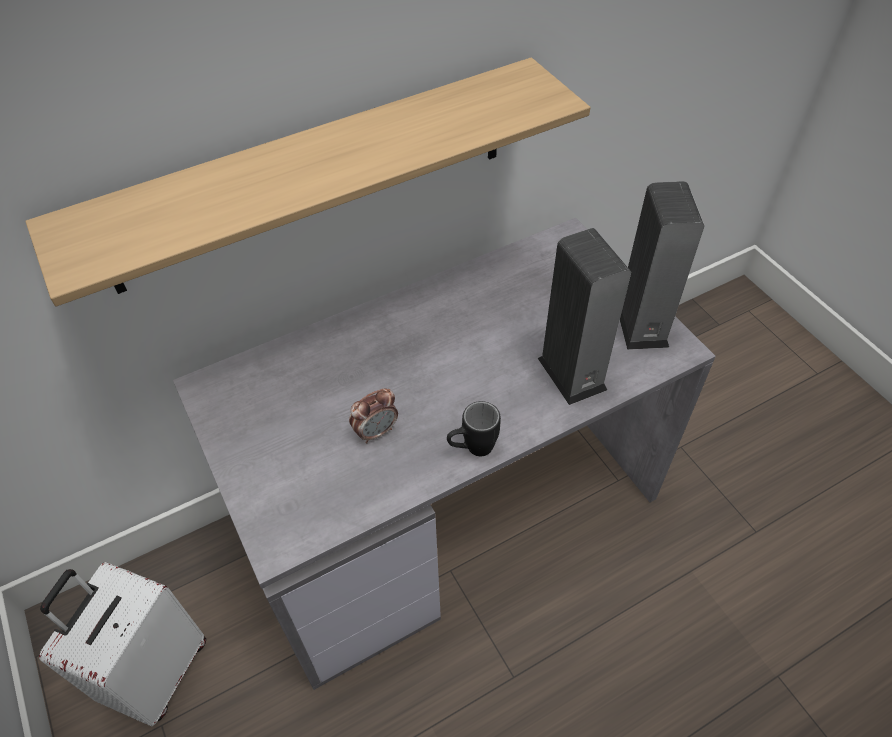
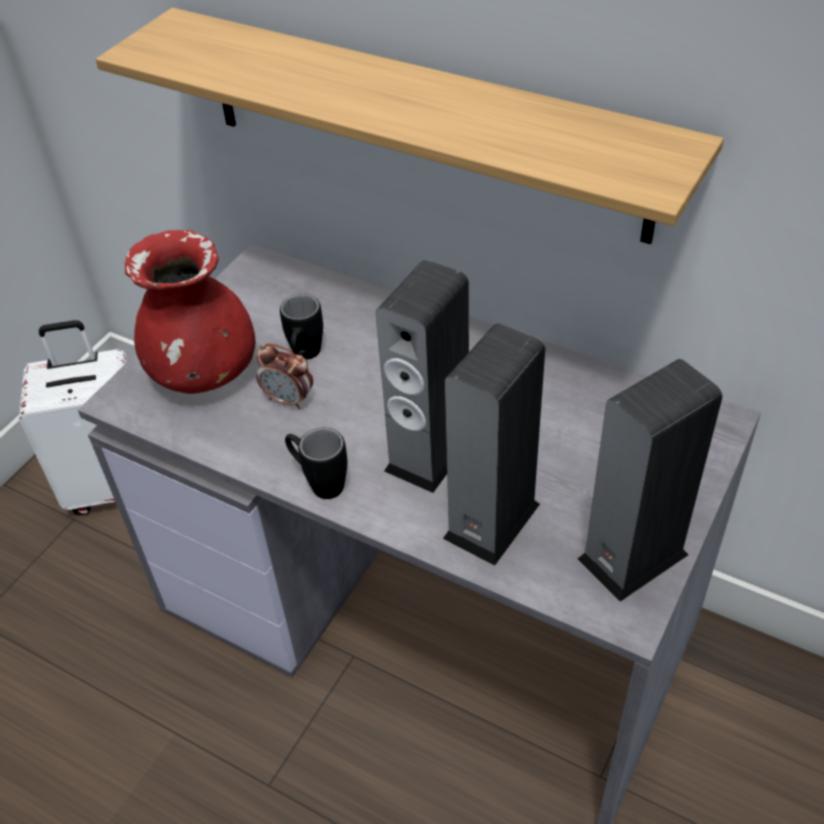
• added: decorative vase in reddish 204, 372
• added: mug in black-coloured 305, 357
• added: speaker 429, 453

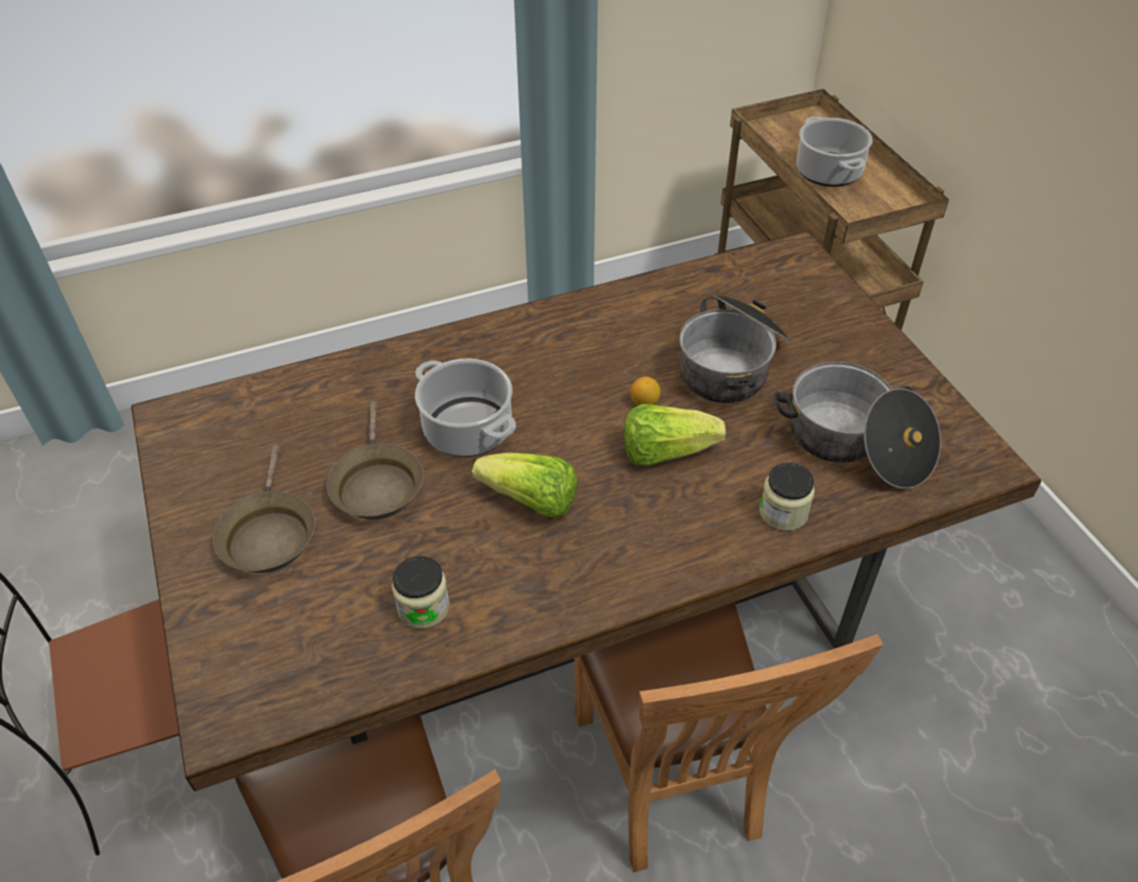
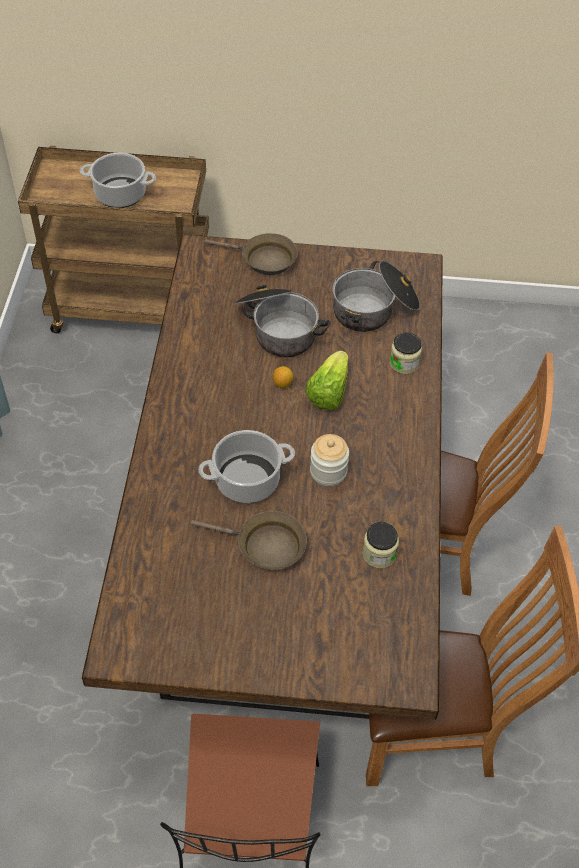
• moved: frying pan in brownish 268, 534 to 264, 259
• replaced: lettuce head 531, 501 to preserve jar 328, 472

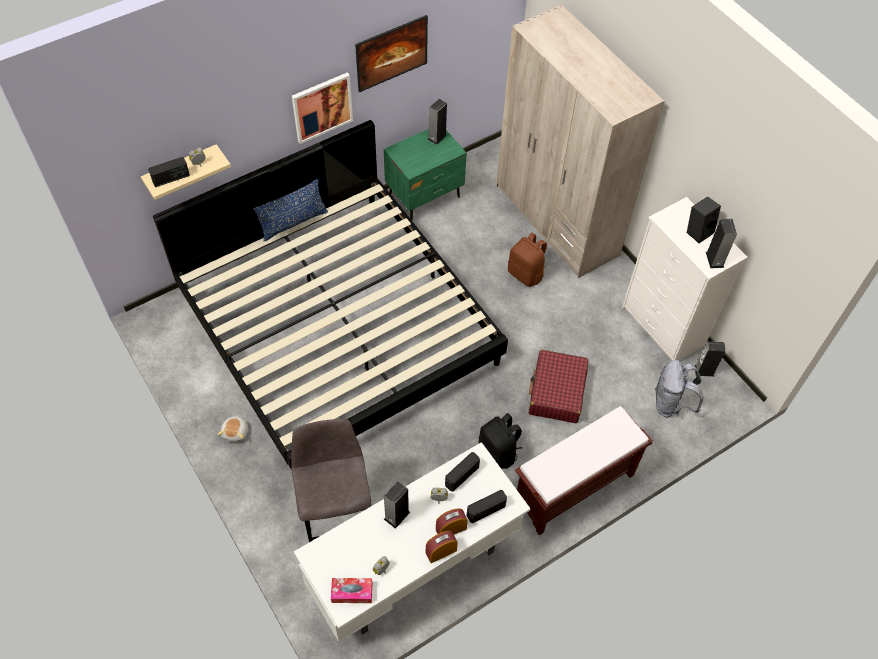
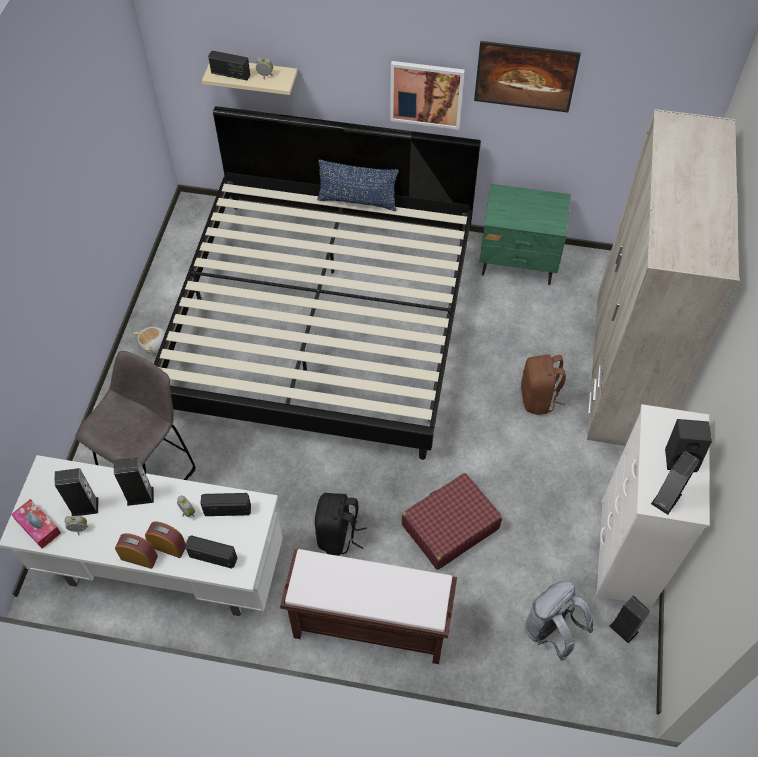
• moved: speaker 437, 137 to 85, 507

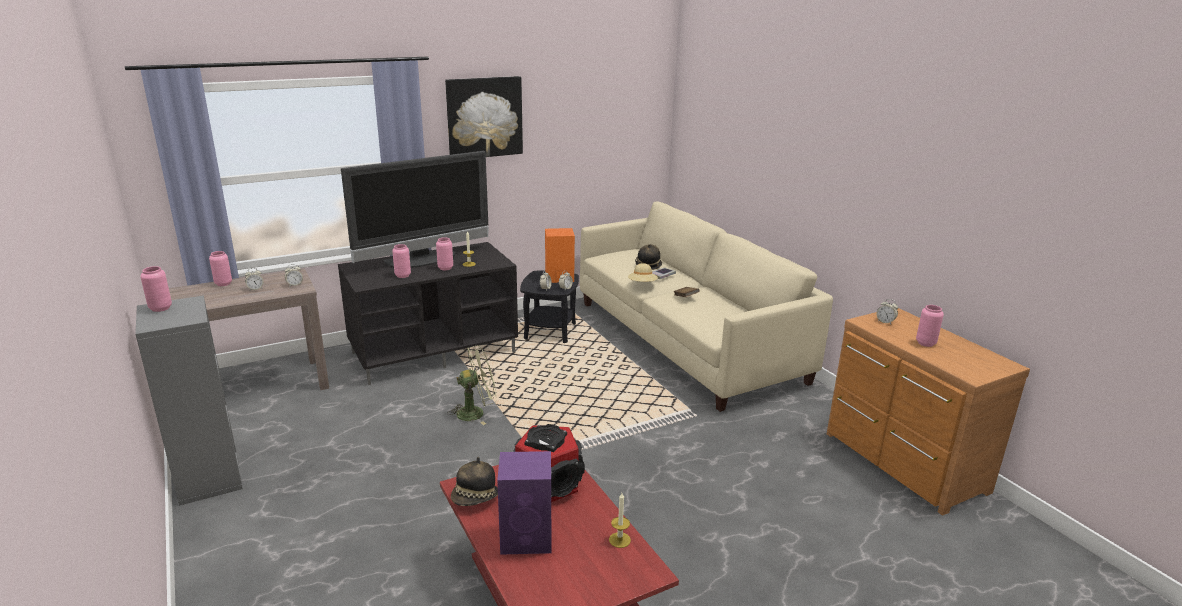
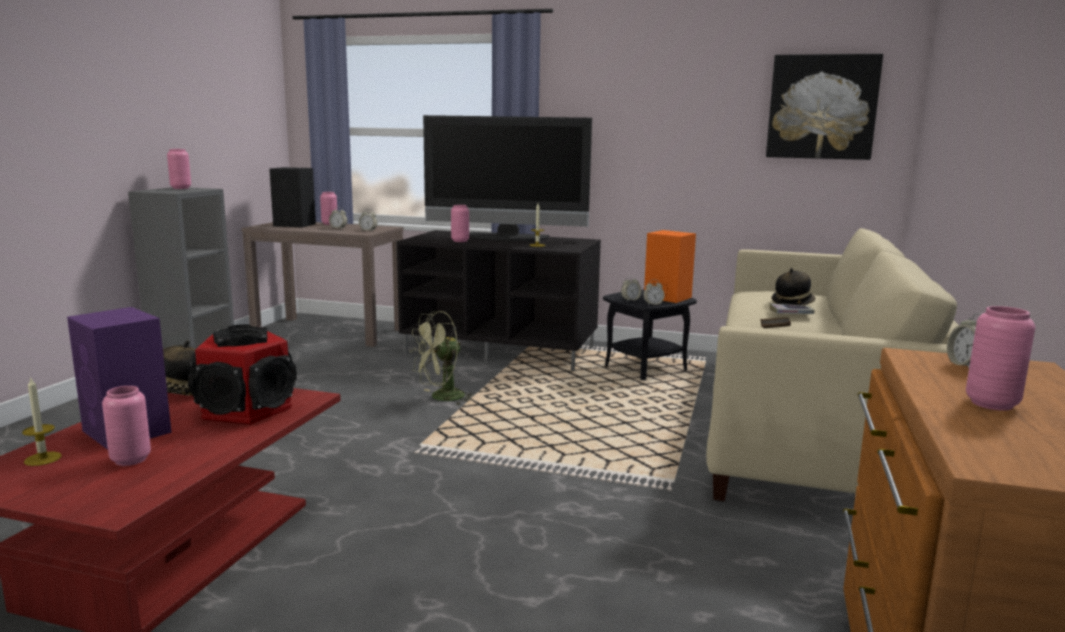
• removed: wearable hat in beige 642, 284
• added: speaker in black-coloured 295, 225
• moved: decorative vase in pink-coloured 445, 268 to 131, 460
• moved: picture 484, 117 to 822, 107
• moved: wax light 619, 540 to 43, 459
• turned: electric fan in greenish 476, 412 = 441, 398 120 degrees clockwise

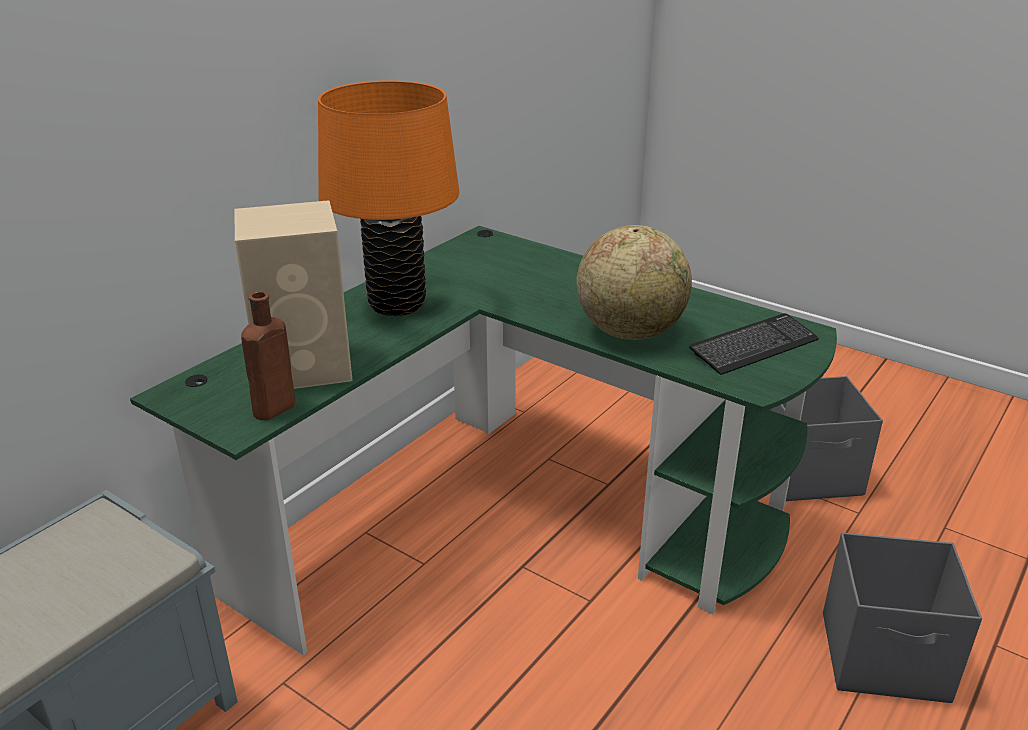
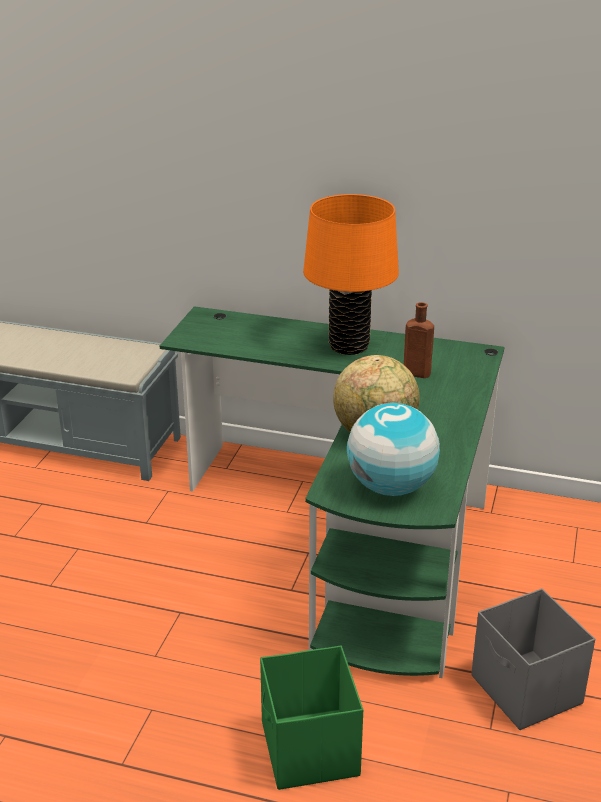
• removed: speaker in beige 306, 366
• moved: beverage bottle in brownish 272, 410 to 414, 373
• replaced: computer keyboard 753, 346 to globe 391, 487
• recoloured: storage bin in greyish 886, 658 to storage bin in greenish 309, 751

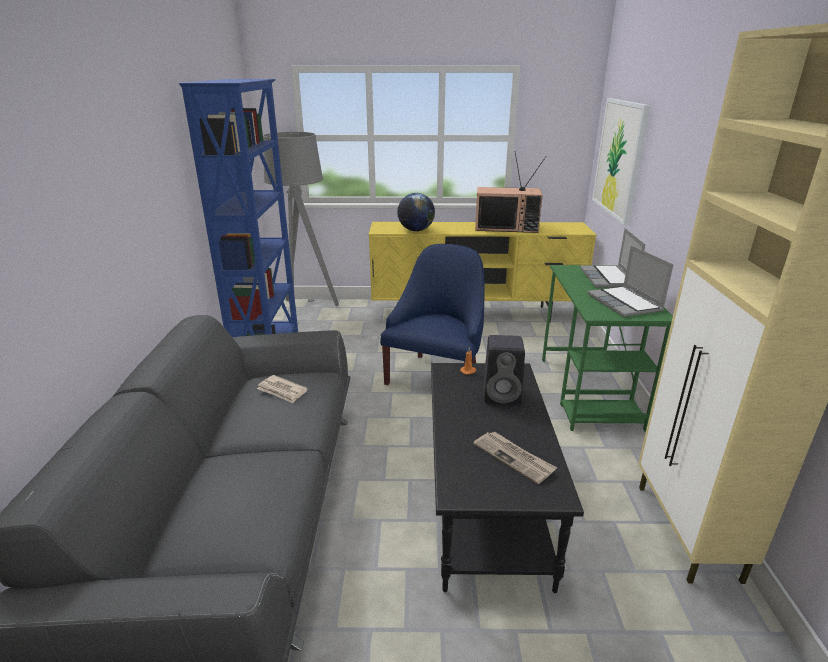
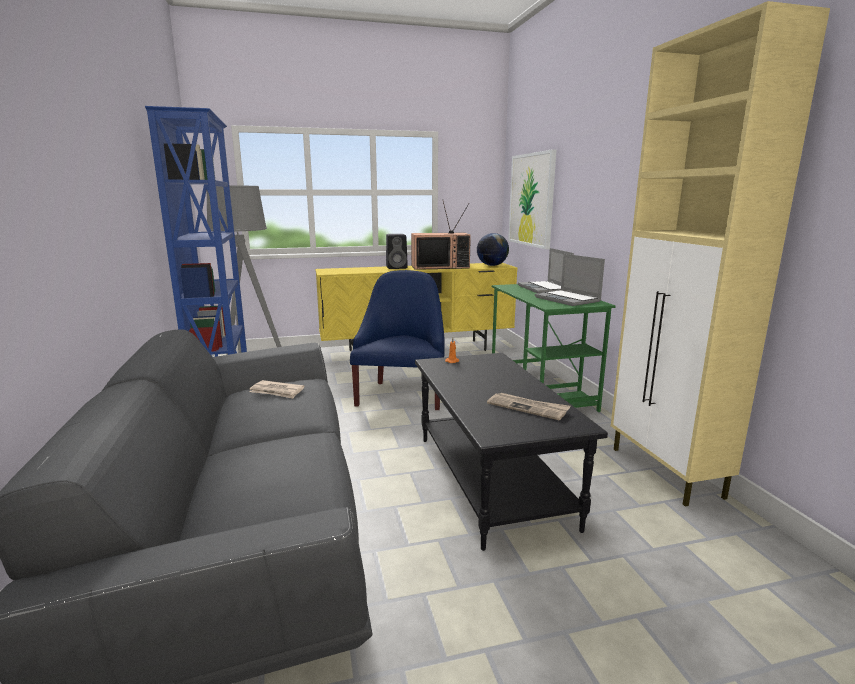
• moved: globe 415, 230 to 492, 265
• moved: speaker in black-coloured 503, 395 to 397, 267

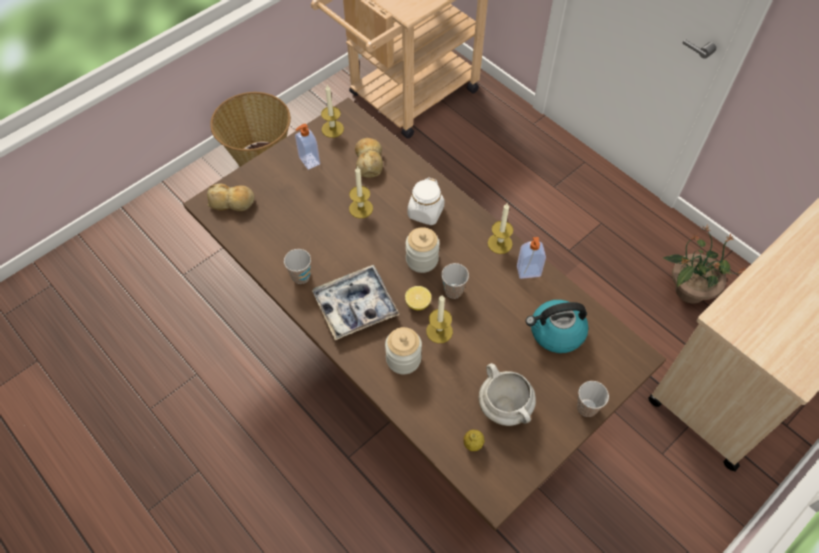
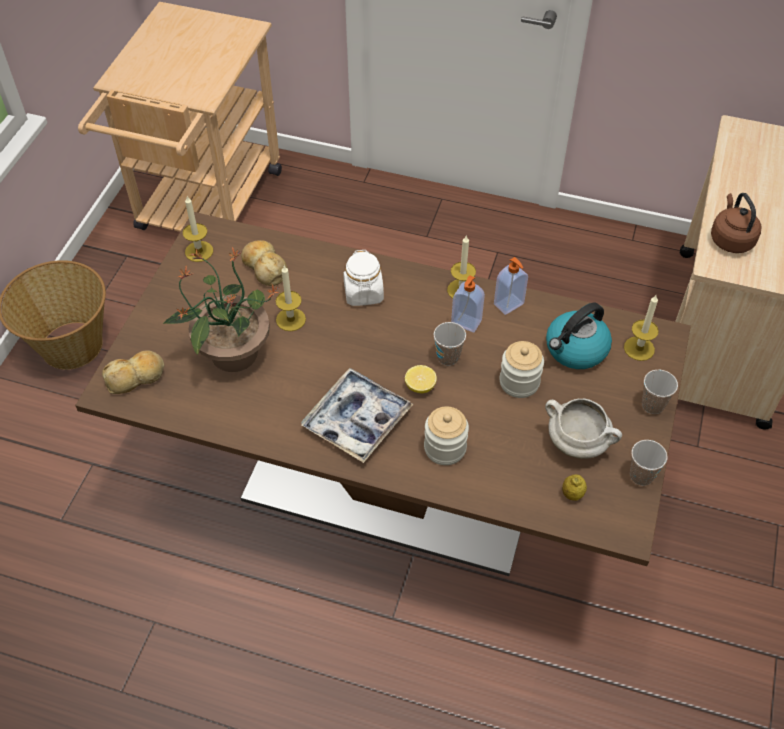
• added: water kettle in brownish 730, 239
• moved: drinking cup 301, 276 to 641, 475
• moved: liquid soap bottle 308, 161 to 465, 323
• moved: preserve jar 422, 259 to 519, 382
• moved: wax light 439, 331 to 639, 348
• moved: potted plant 689, 290 to 232, 353

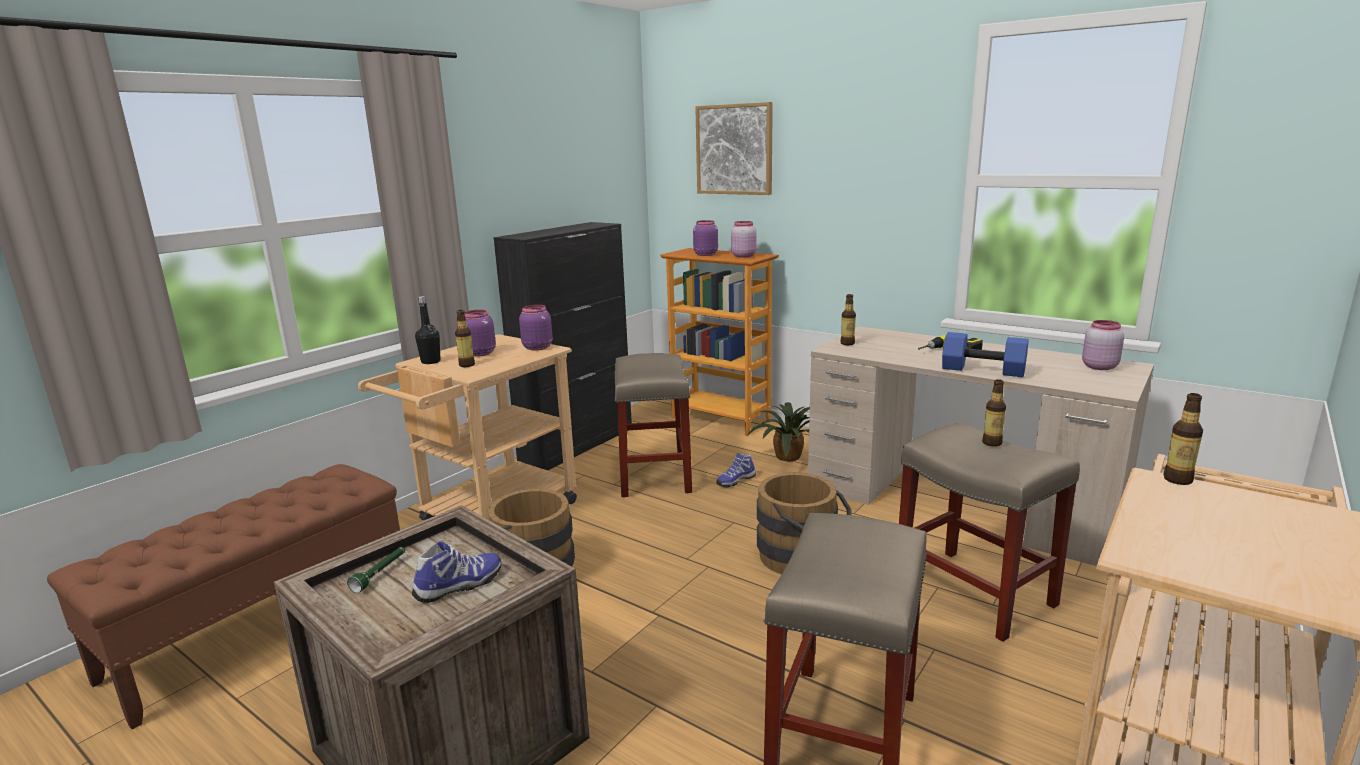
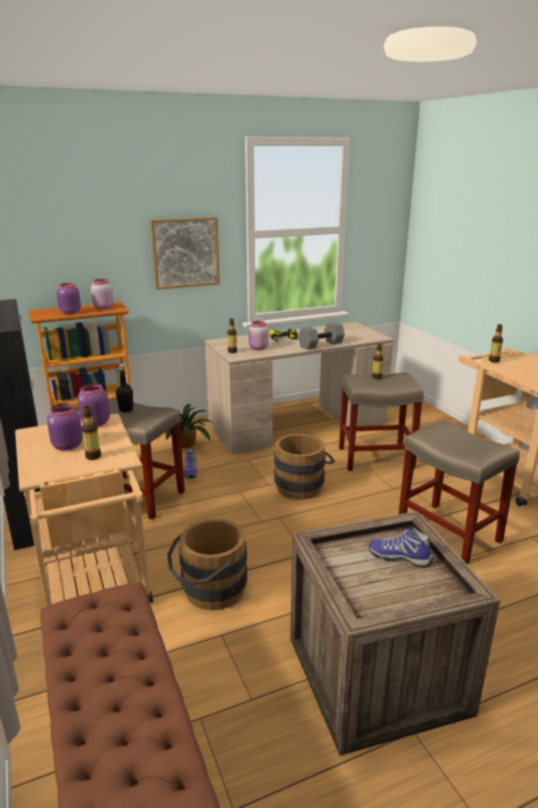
• removed: torch in greenish 380, 574
• moved: beverage bottle in black-coloured 430, 361 to 126, 410
• moved: picture 734, 149 to 185, 253
• moved: preserve jar in pink-coloured 1098, 367 to 258, 348
• recoloured: free weight in bluish 984, 370 to free weight in greyish 321, 344
• turned: shoe 460, 586 = 399, 557 60 degrees counterclockwise

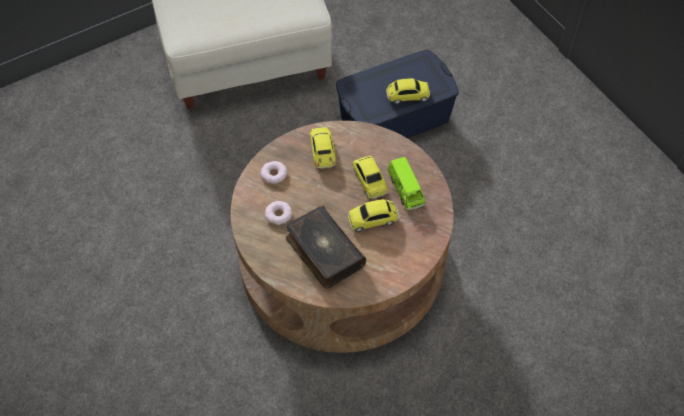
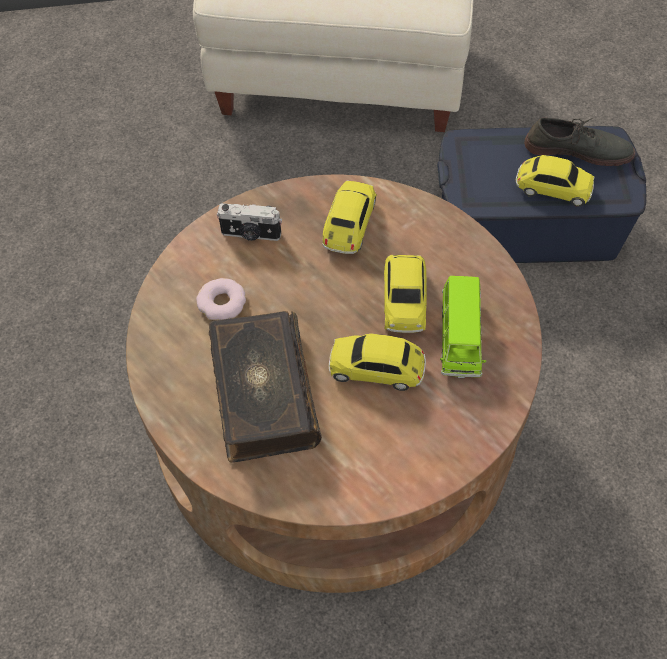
• added: shoe in greyish 578, 149
• replaced: ring doughnut 274, 174 to photo camera 251, 234

